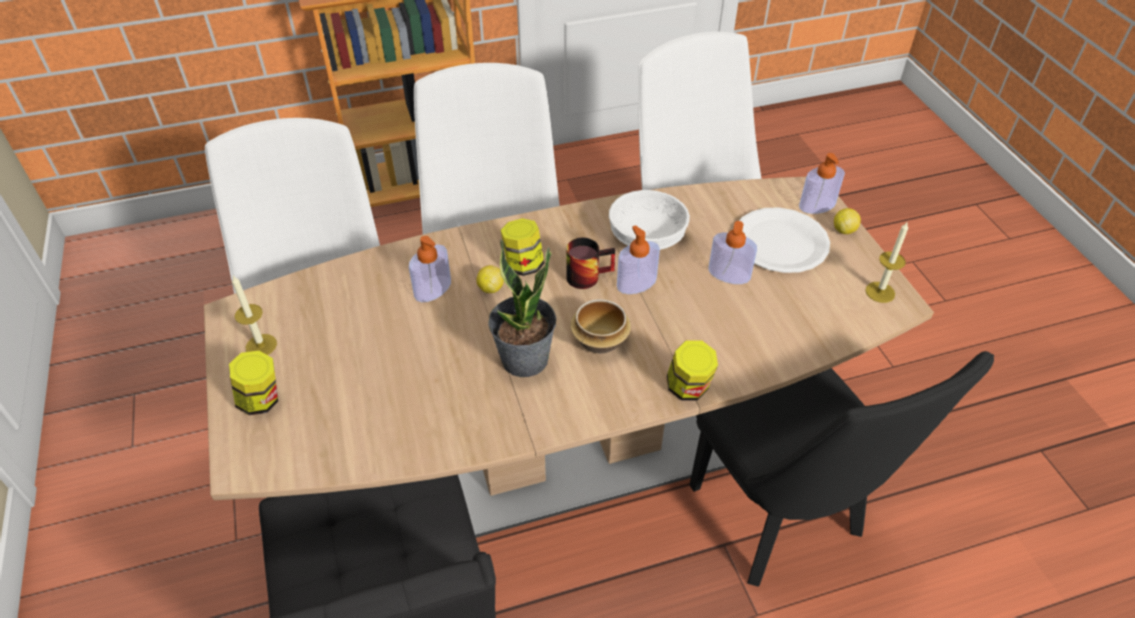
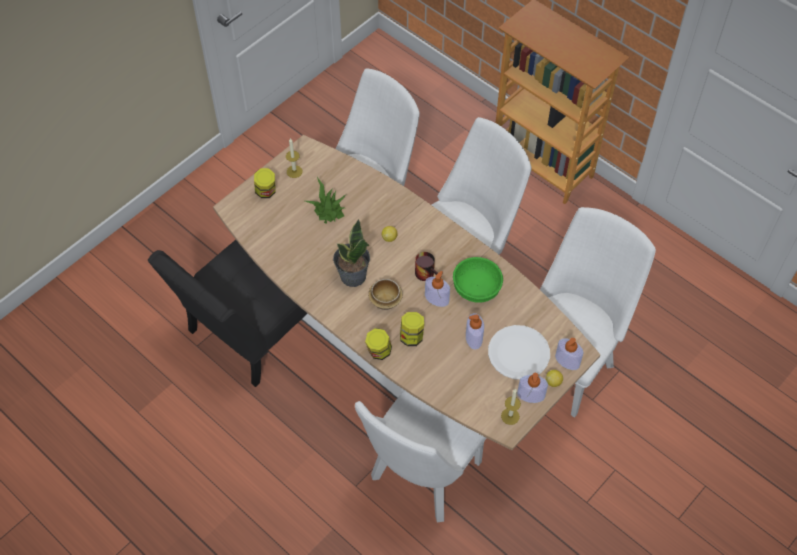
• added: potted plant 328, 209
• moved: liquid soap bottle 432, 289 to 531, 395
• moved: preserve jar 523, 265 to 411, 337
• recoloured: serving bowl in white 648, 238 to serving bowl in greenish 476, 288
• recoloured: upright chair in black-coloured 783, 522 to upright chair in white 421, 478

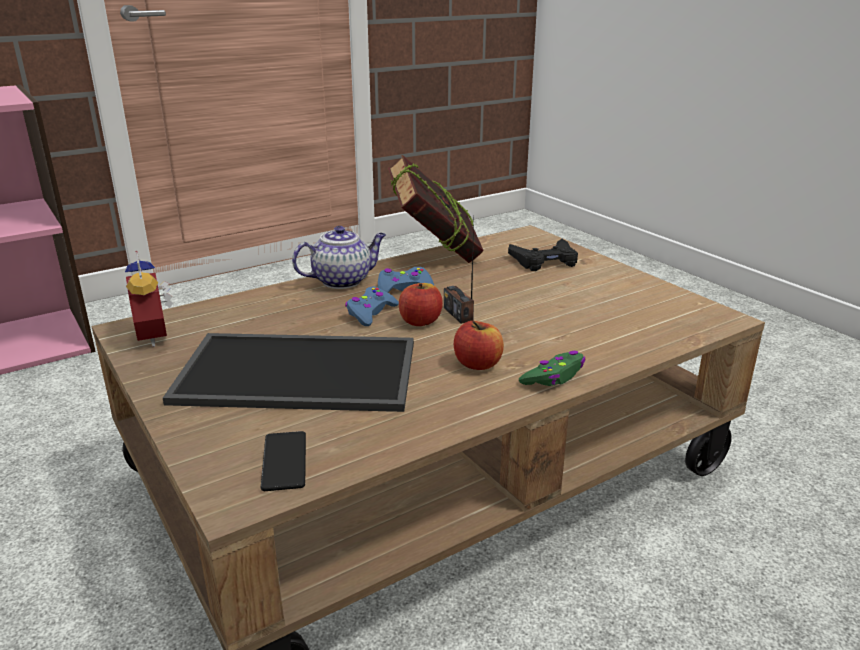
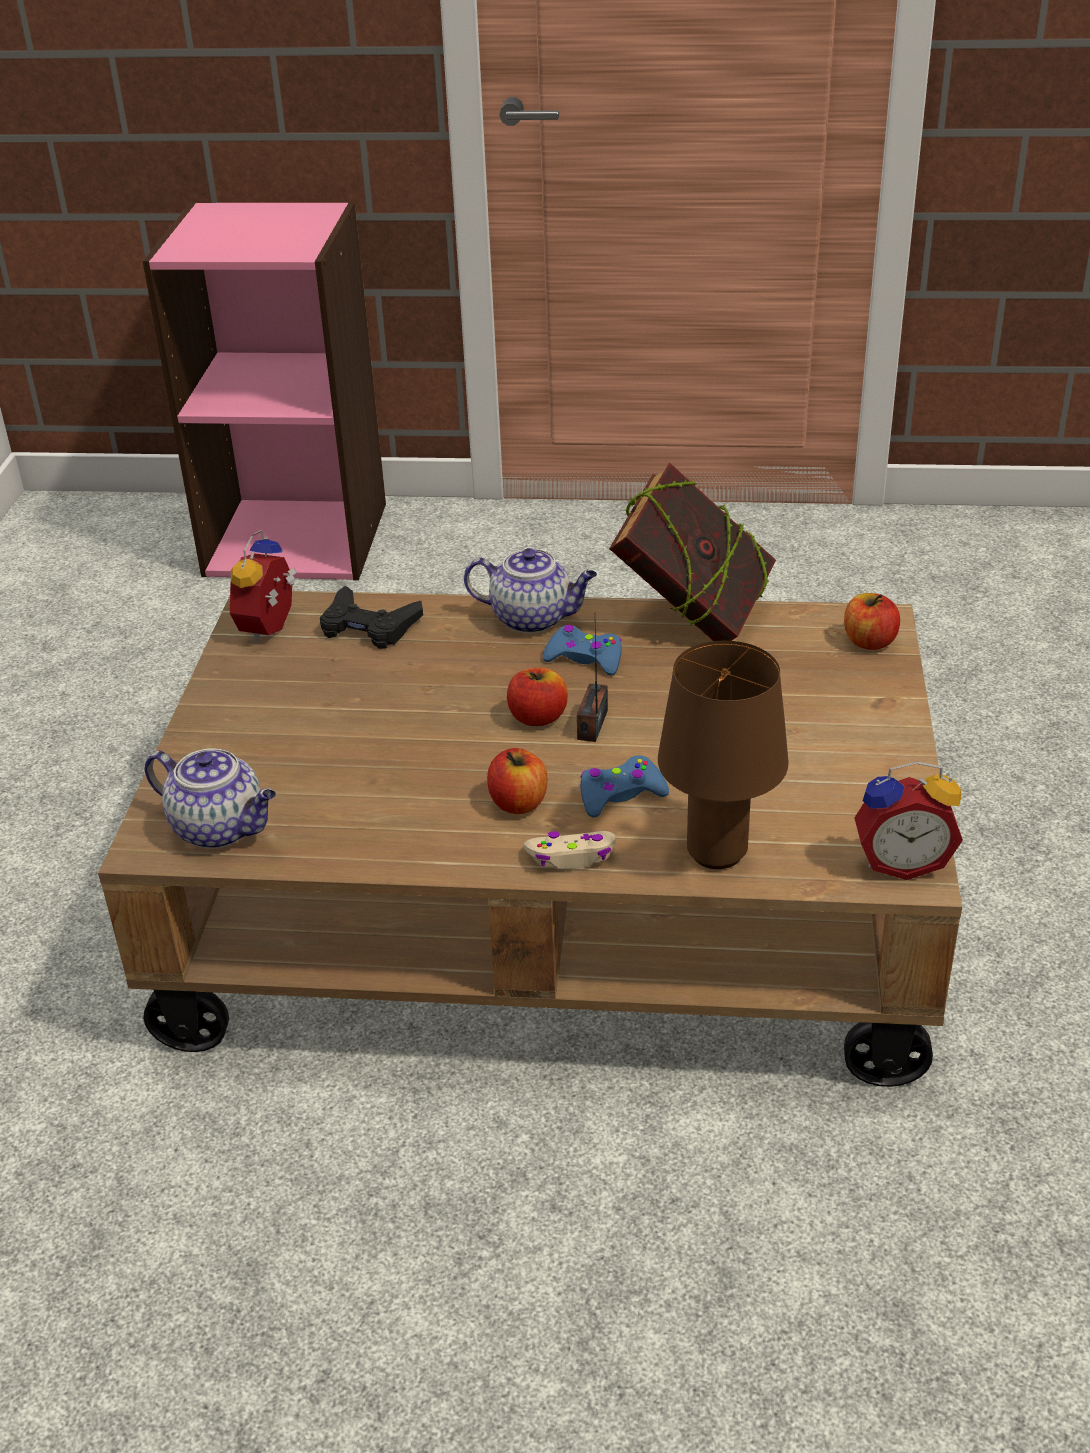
• removed: serving tray 294, 374
• added: lamp for a table in brownish 718, 852
• added: apple 869, 642
• added: alarm clock 901, 861
• moved: game controller in bluish 371, 313 to 620, 795
• moved: game controller in black-coloured 544, 261 to 369, 626
• replaced: telephone 284, 461 to tea pot 221, 828
• recoloured: game controller in greenish 553, 377 to game controller in beige 571, 857

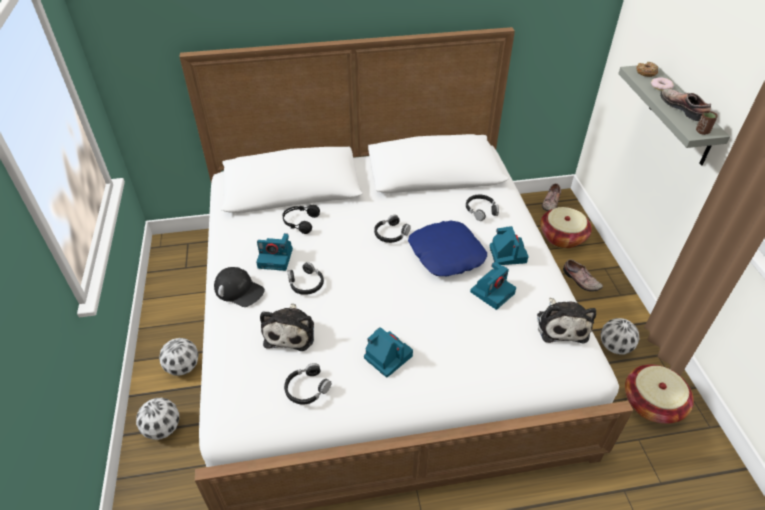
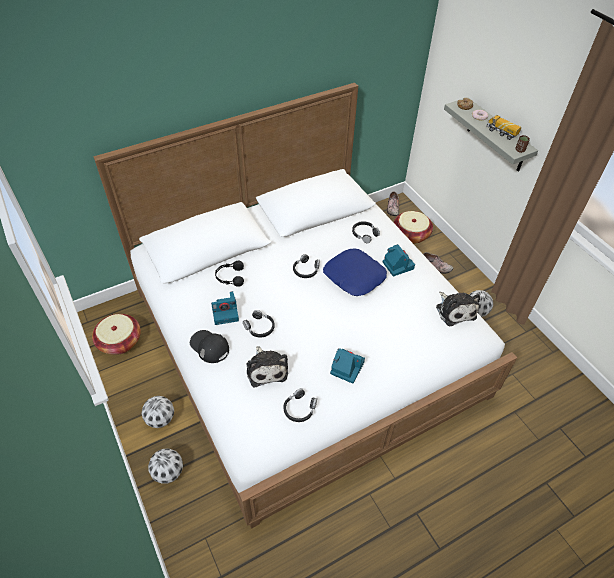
• removed: photo camera 492, 292
• moved: storage basket 652, 403 to 120, 341
• replaced: shoe 684, 108 to toy lorry 501, 133
• turned: cap in black-coloured 239, 290 = 209, 347 150 degrees counterclockwise

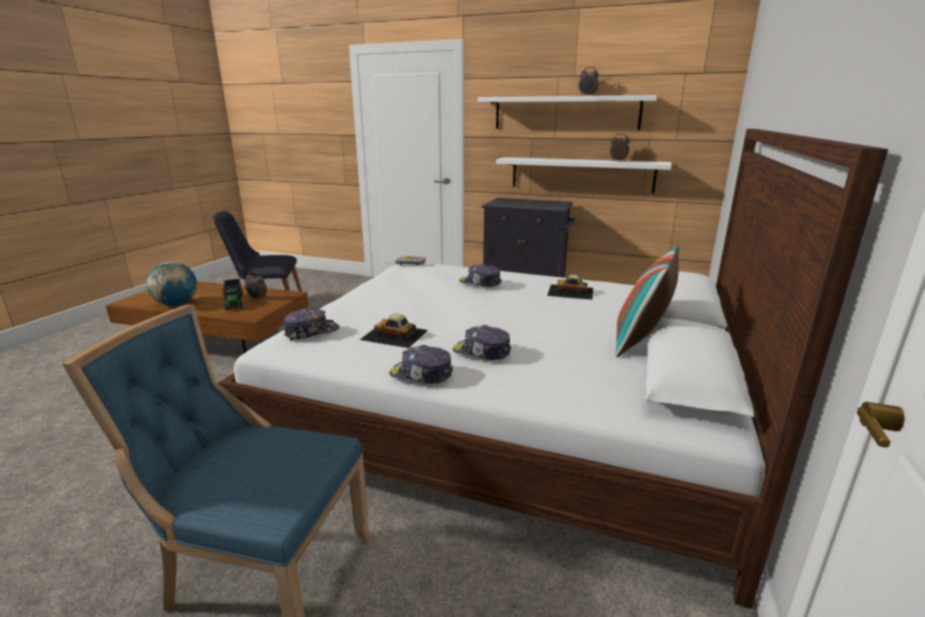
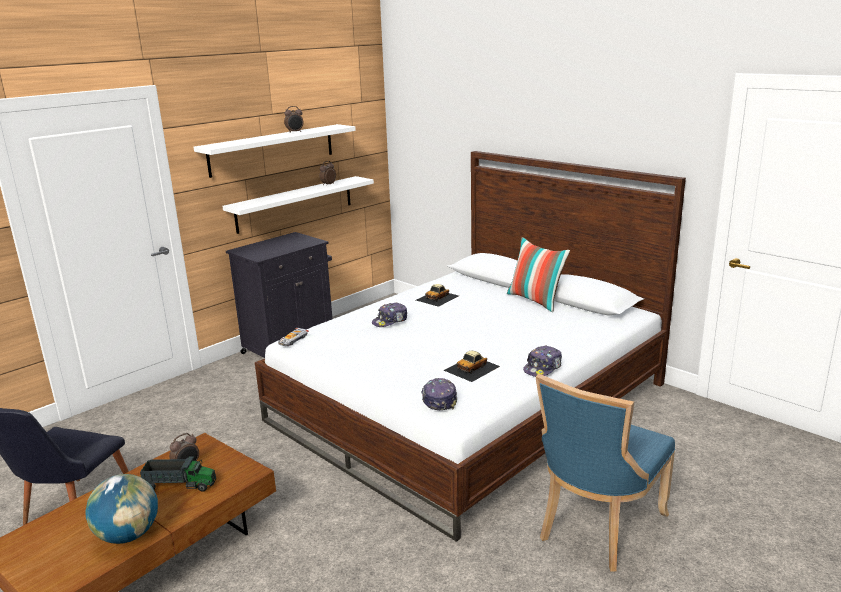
• removed: cap 481, 352

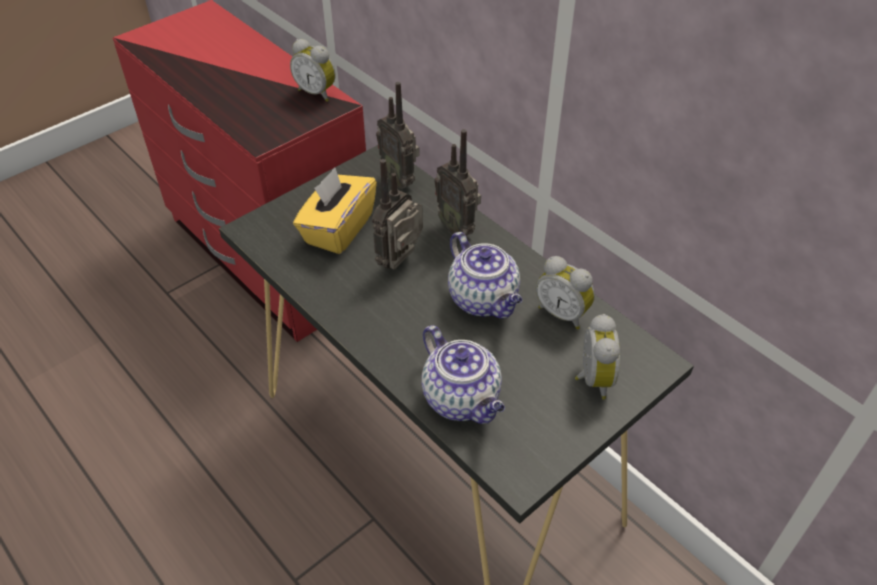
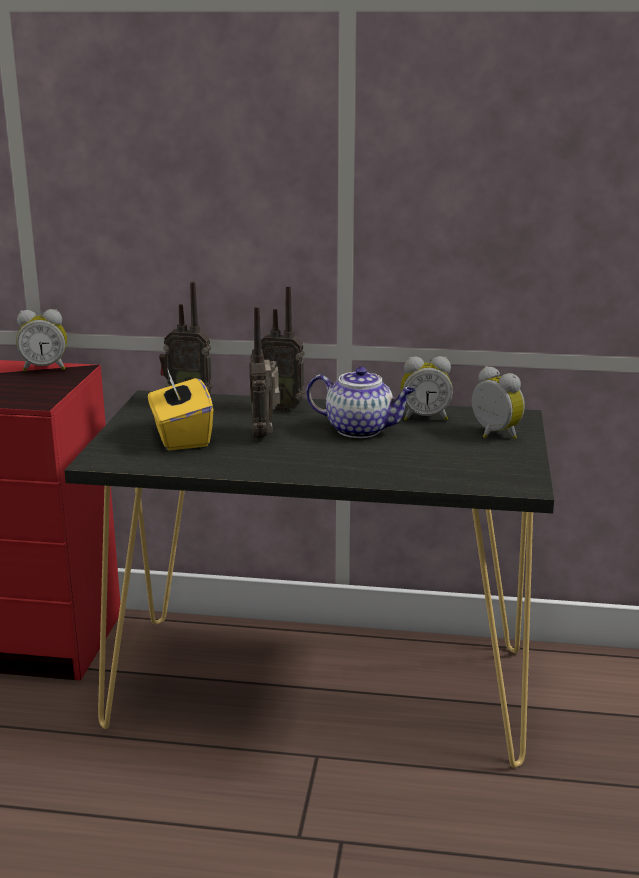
• removed: tea pot 463, 399

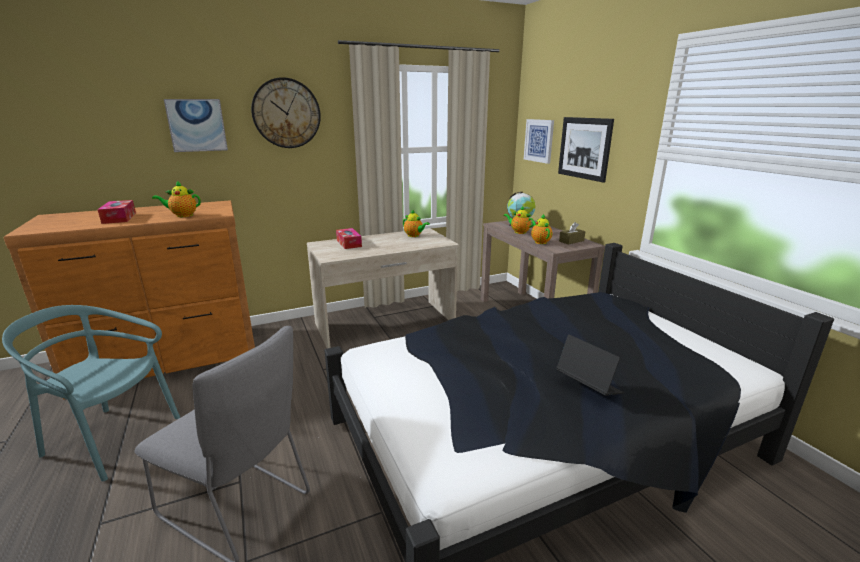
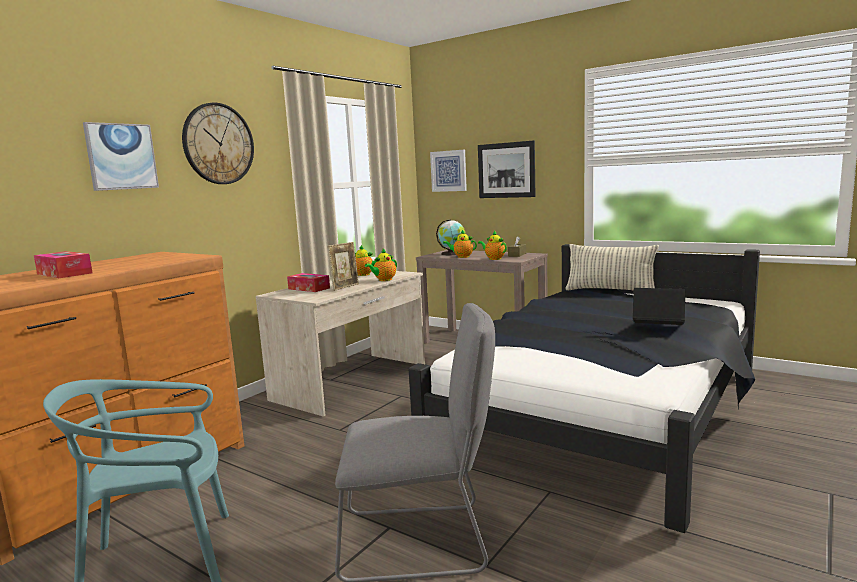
• added: picture frame 345, 287
• added: pillow 610, 291
• moved: tea pot 182, 215 to 384, 280

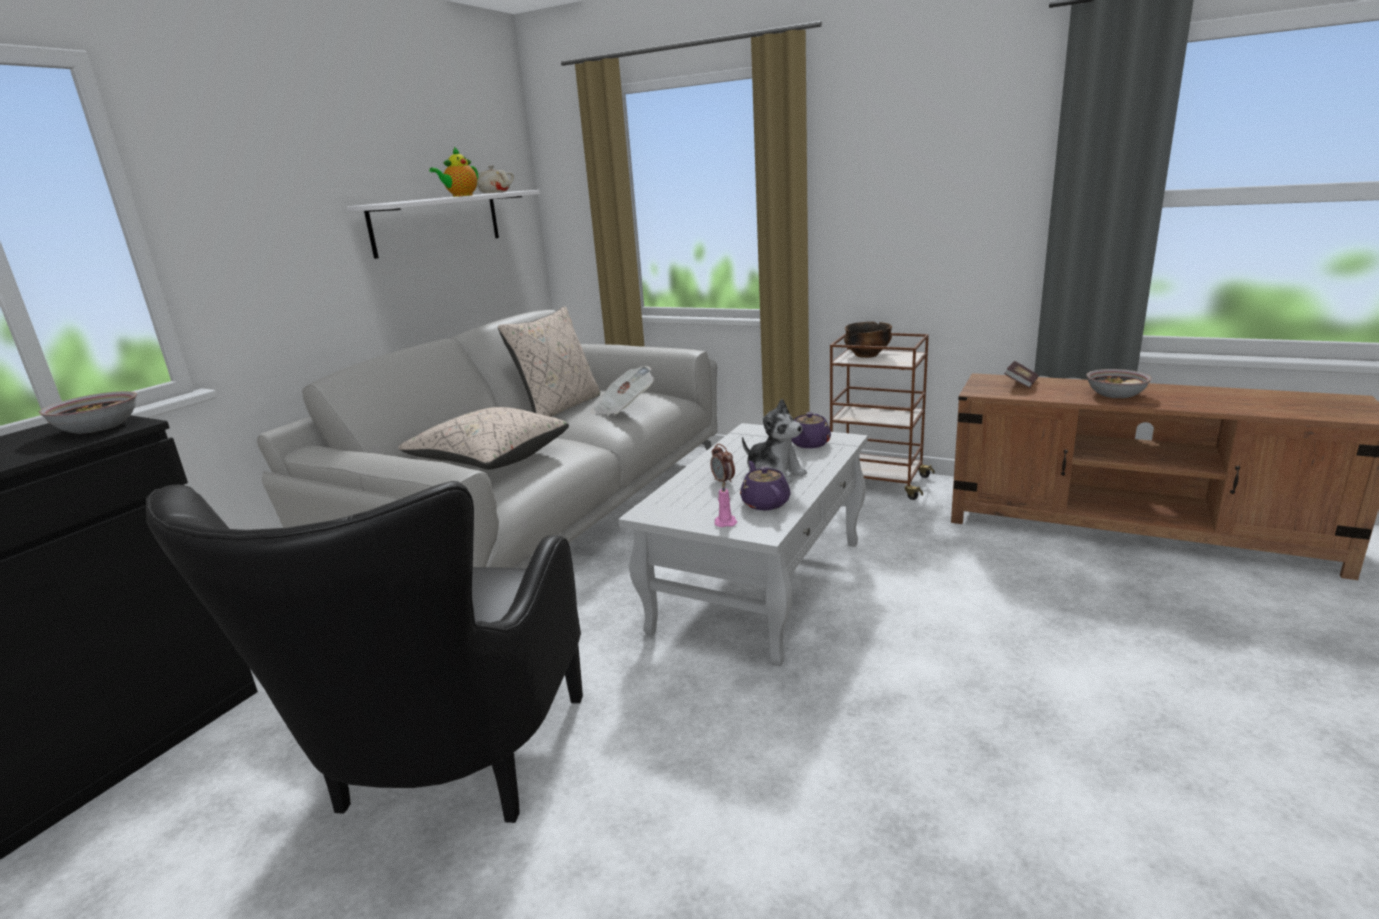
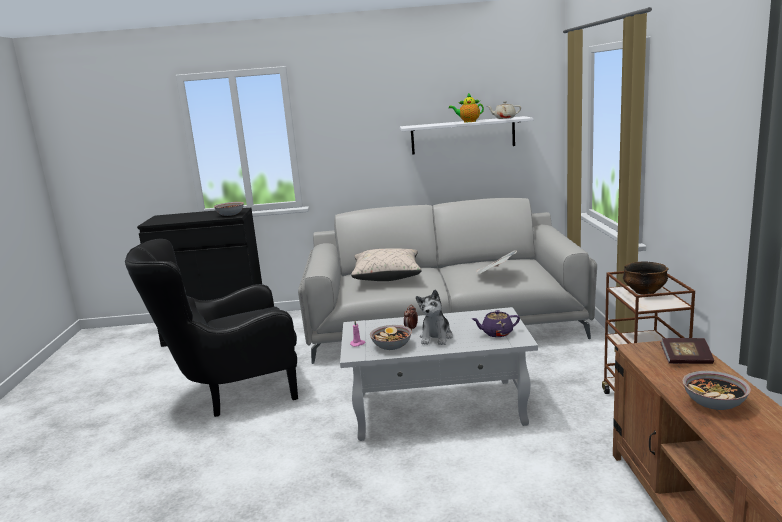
• removed: pillow in beige 560, 407
• replaced: tea pot in purple-coloured 765, 503 to serving bowl 391, 346

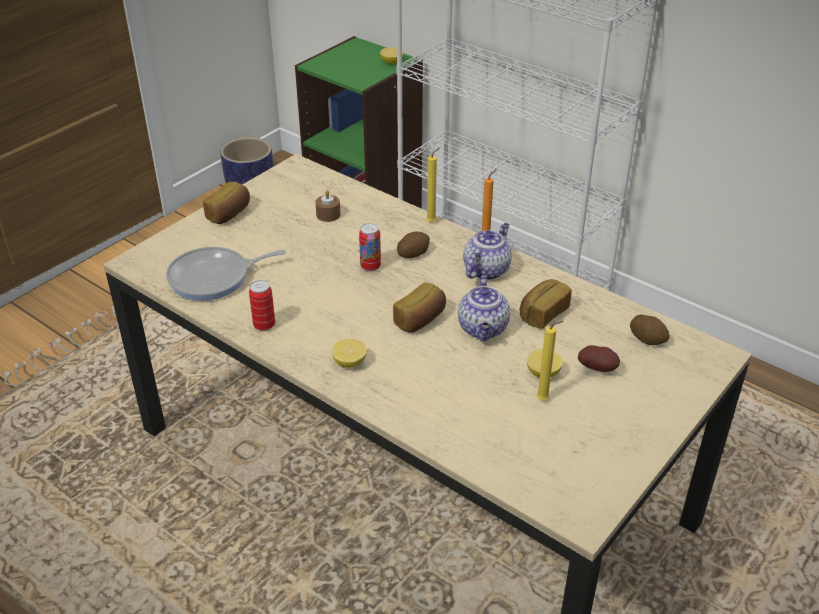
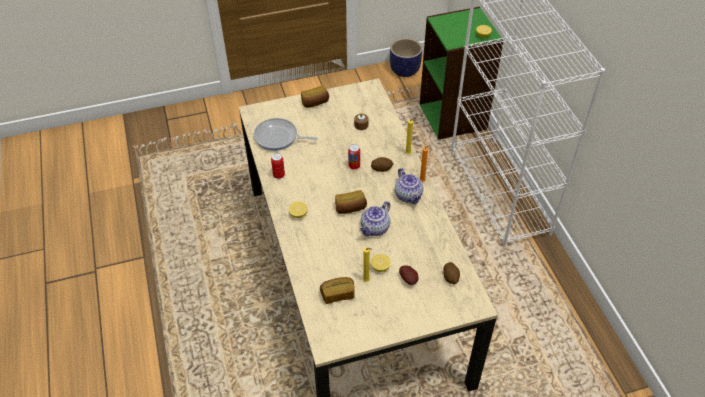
• moved: bakery bread 542, 313 to 337, 294
• turned: tea pot 486, 269 = 409, 196 90 degrees clockwise

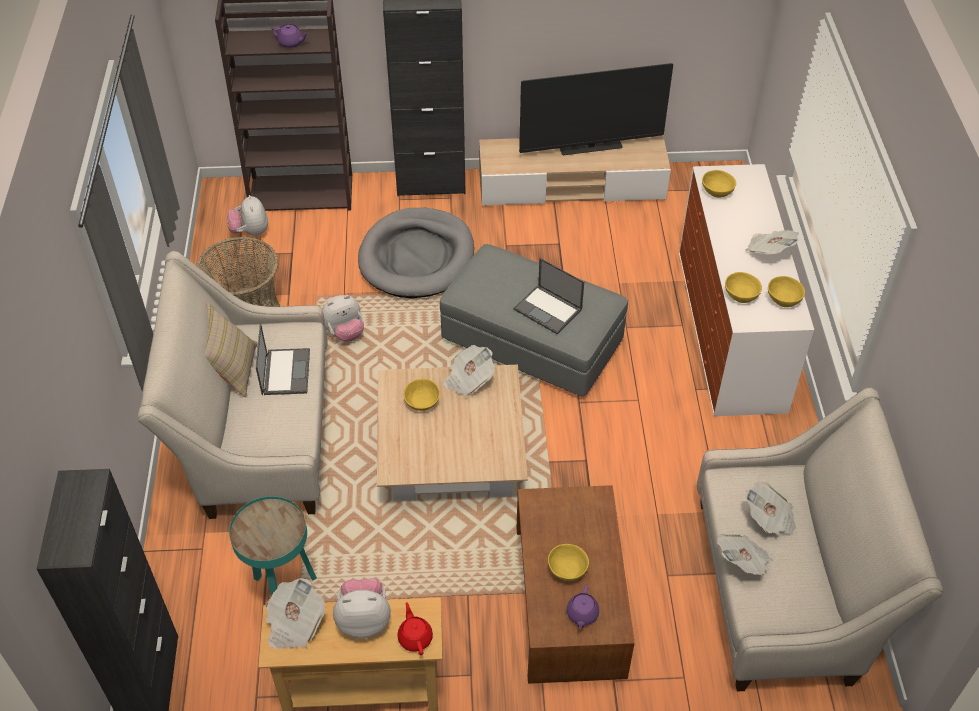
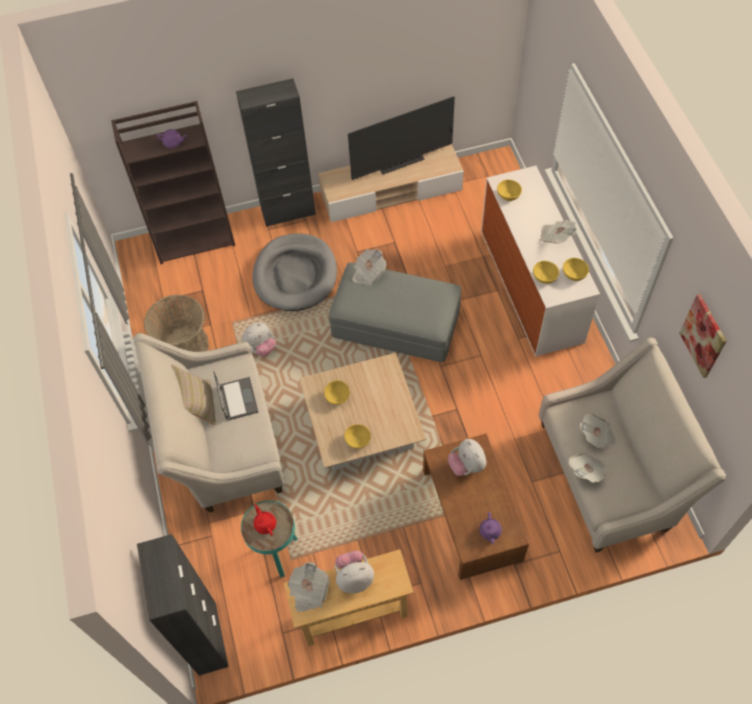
• removed: notebook computer 548, 309
• added: picture 703, 336
• moved: soft toy 250, 232 to 466, 465
• moved: tea pot in reddish 415, 637 to 265, 524
• moved: daily paper 468, 379 to 368, 273
• moved: serving bowl in yellow-coloured 567, 570 to 358, 440

